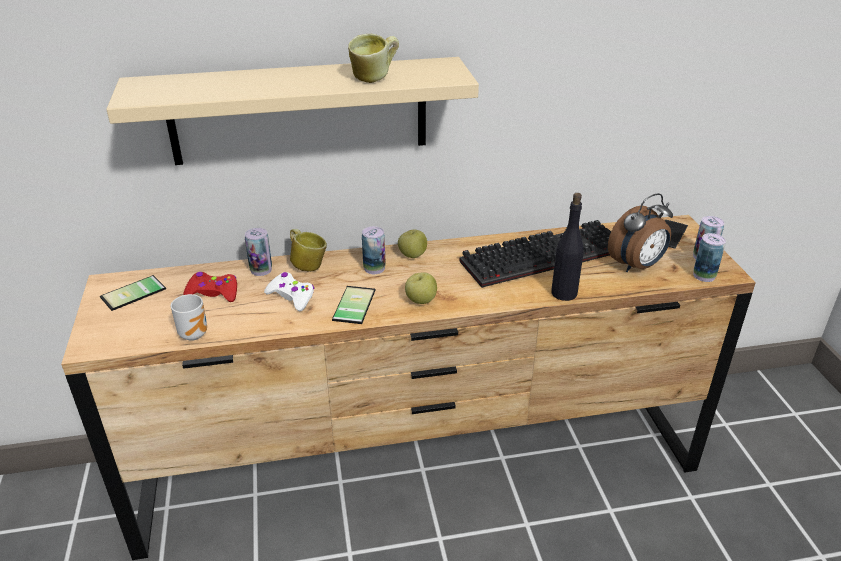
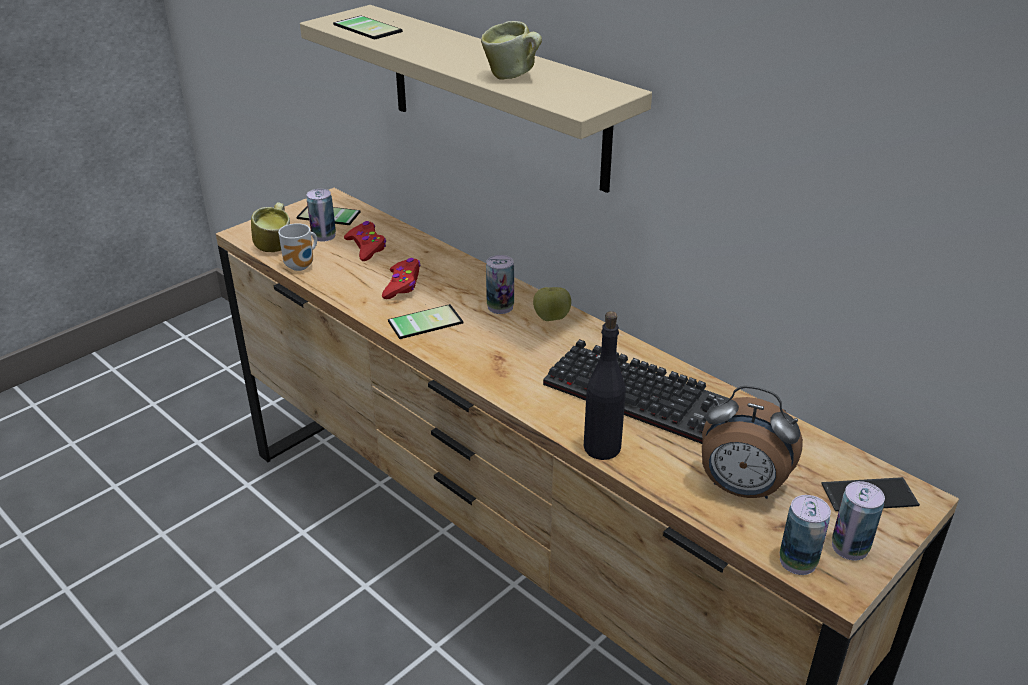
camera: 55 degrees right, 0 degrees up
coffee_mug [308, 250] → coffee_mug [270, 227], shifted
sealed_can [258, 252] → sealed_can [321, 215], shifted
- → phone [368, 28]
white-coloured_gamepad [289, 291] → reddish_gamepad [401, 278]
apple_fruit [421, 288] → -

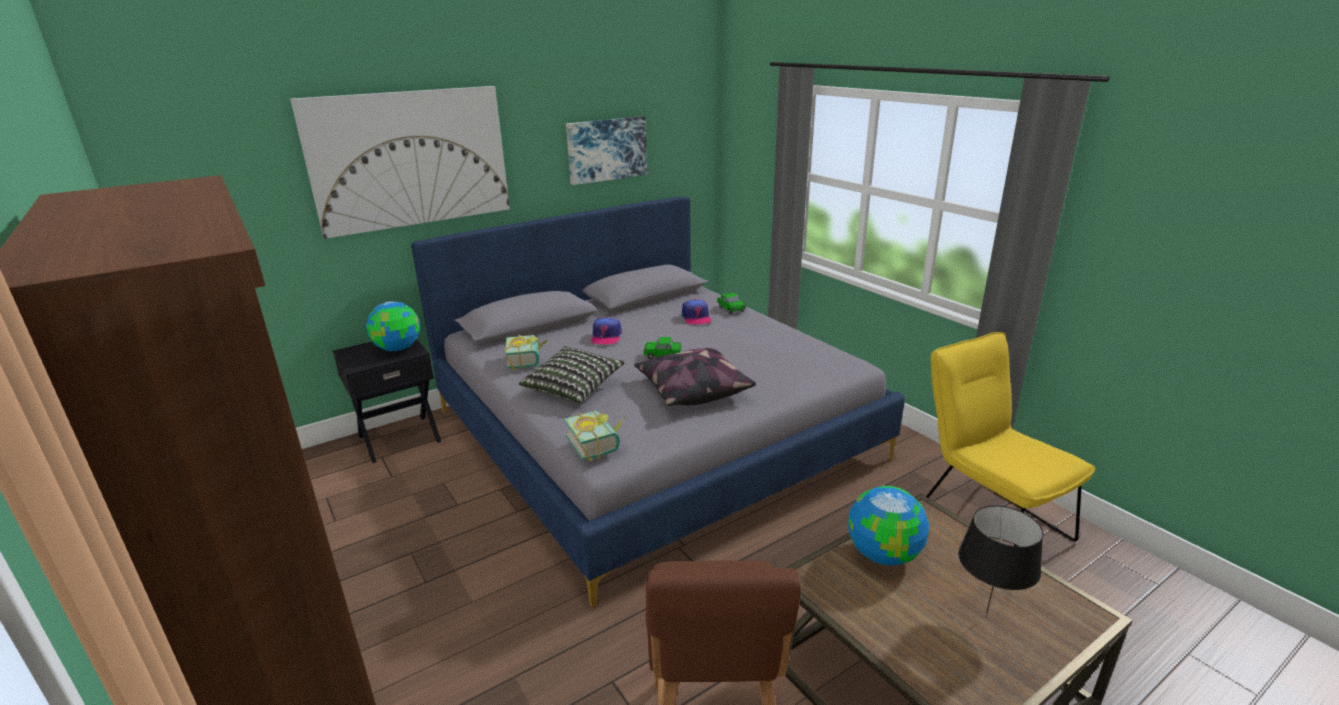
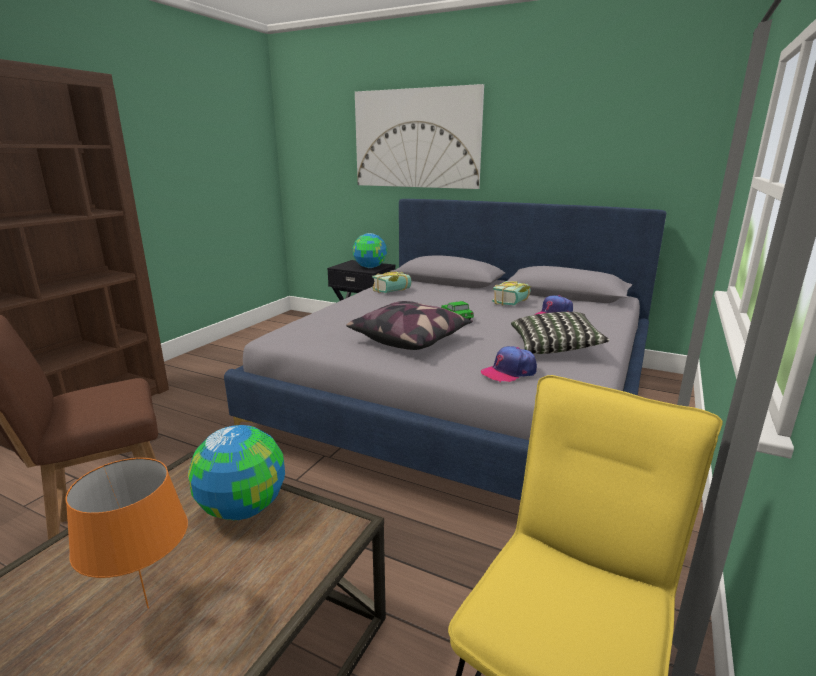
camera: 60 degrees right, 5 degrees down
blackish_table_lamp [1000, 559] → orange-coloured_table_lamp [126, 533]
baseball_cap [606, 330] → baseball_cap [509, 364], shifted
bound_book [595, 436] → bound_book [511, 293], shifted
throw_pillow [572, 375] → throw_pillow [560, 333], shifted
wall_picture [606, 150] → -
miniature_car [731, 303] → -

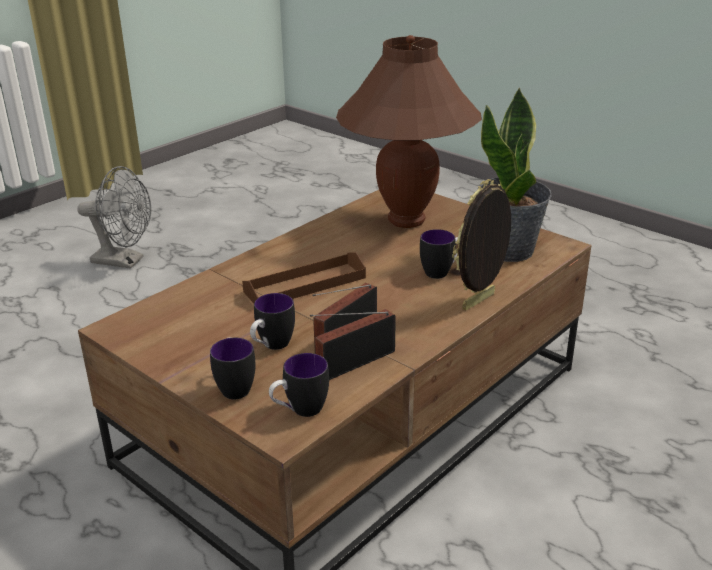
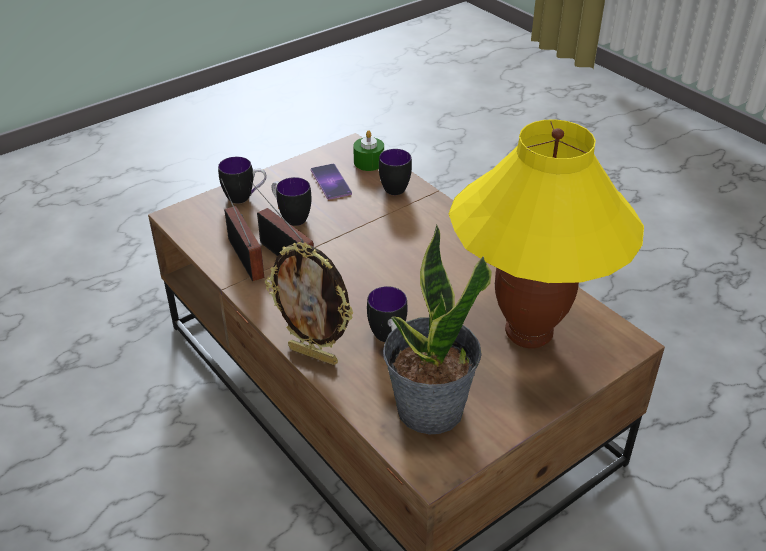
camera: 100 degrees right, 10 degrees up
picture_frame [481, 244] → picture_frame [309, 303], 150 degrees clockwise
- → phone [331, 182]
- → green-coloured_wax_candle [368, 150]
coffee_mug [299, 385] → coffee_mug [395, 172], shifted
brown_table_lamp [409, 131] → yellowish_table_lamp [546, 233]
gray_electric_fan [114, 217] → -
brown_tray [304, 277] → -

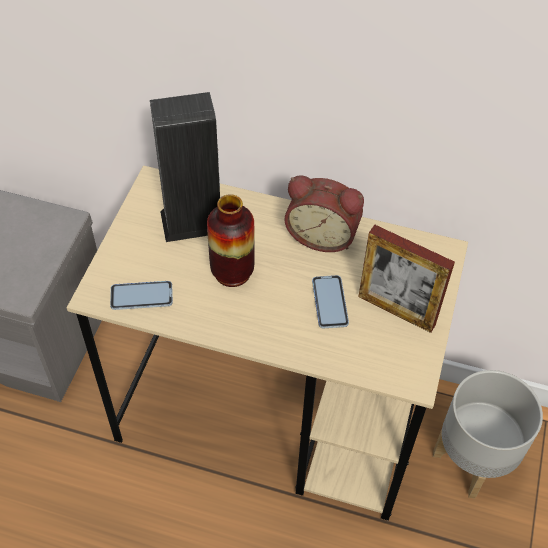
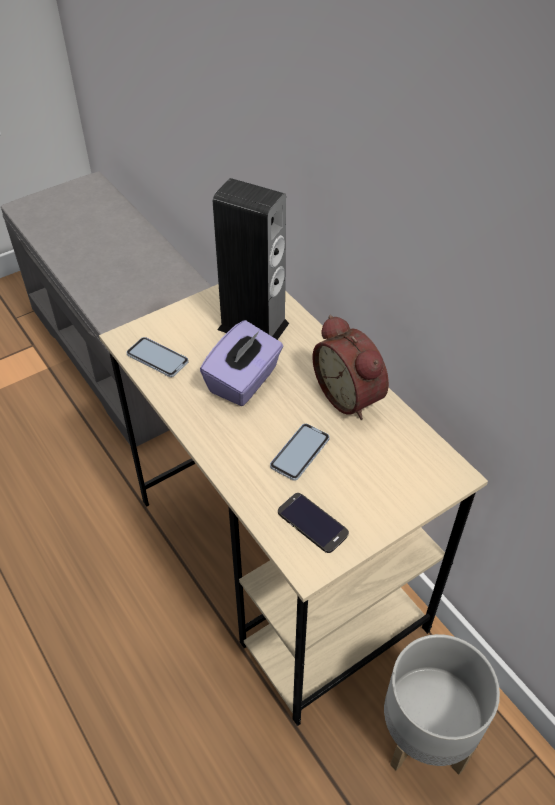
camera: 40 degrees right, 5 degrees down
decorative_vase [231, 240] → purple-coloured_box_of_tissues [241, 363]
- → phone [313, 523]
picture_frame [406, 279] → -

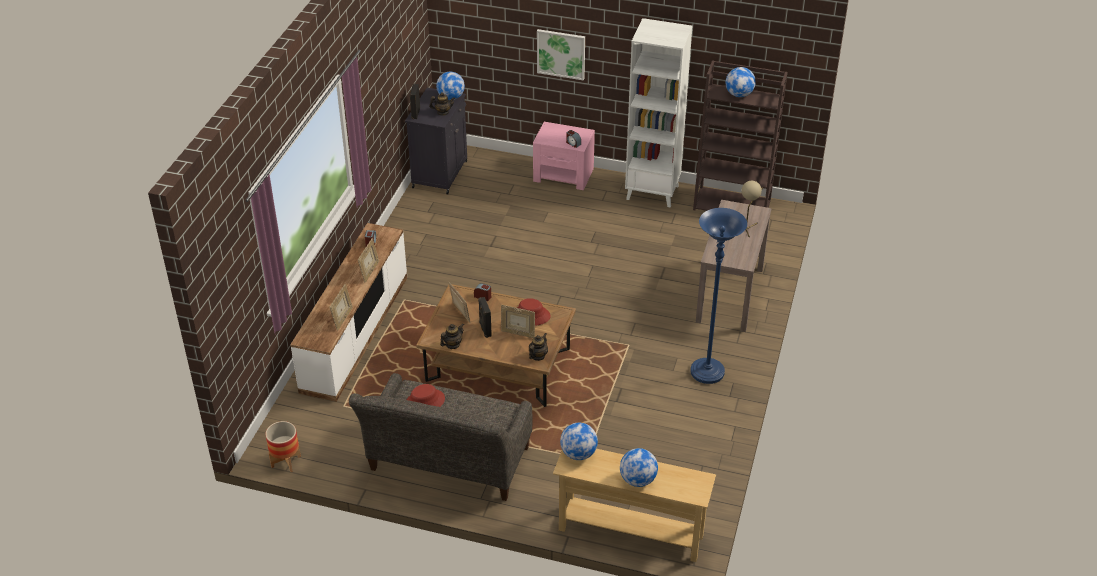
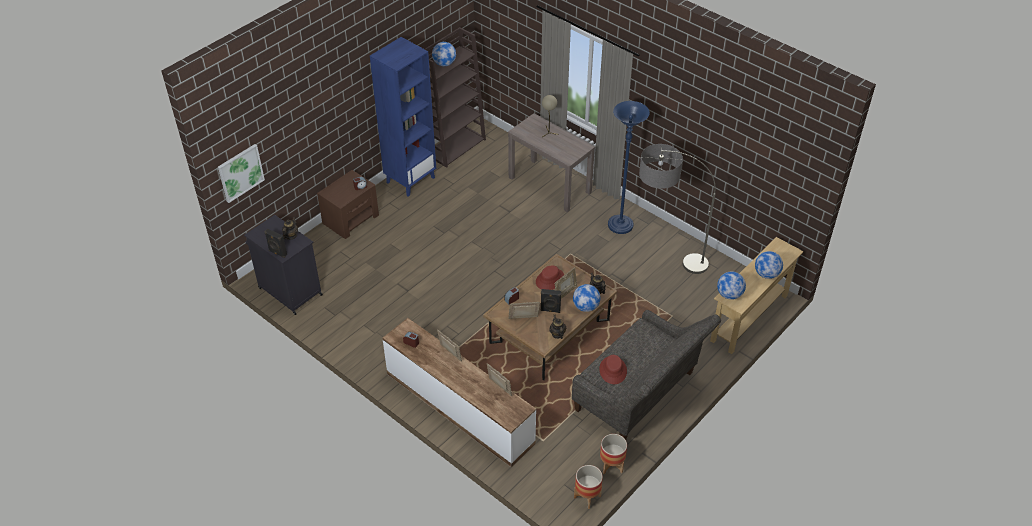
camera: 65 degrees left, 5 degrees up
wall_picture [561, 55] → wall_picture [241, 173], shifted
pink_nightstand [564, 156] → brown_nightstand [348, 204]
white-coloured_shelving_unit [658, 113] → blue_shelving_unit [403, 117]
globe [450, 86] → globe [586, 298], shifted
- → plant_pot [613, 454]
- → standing_lamp [677, 209]

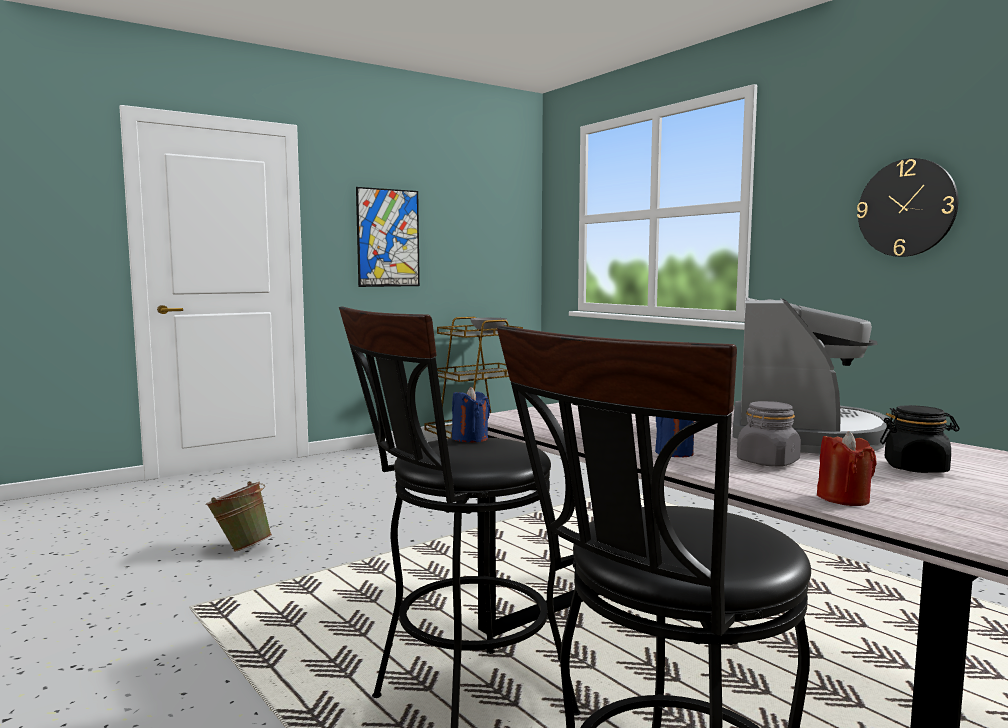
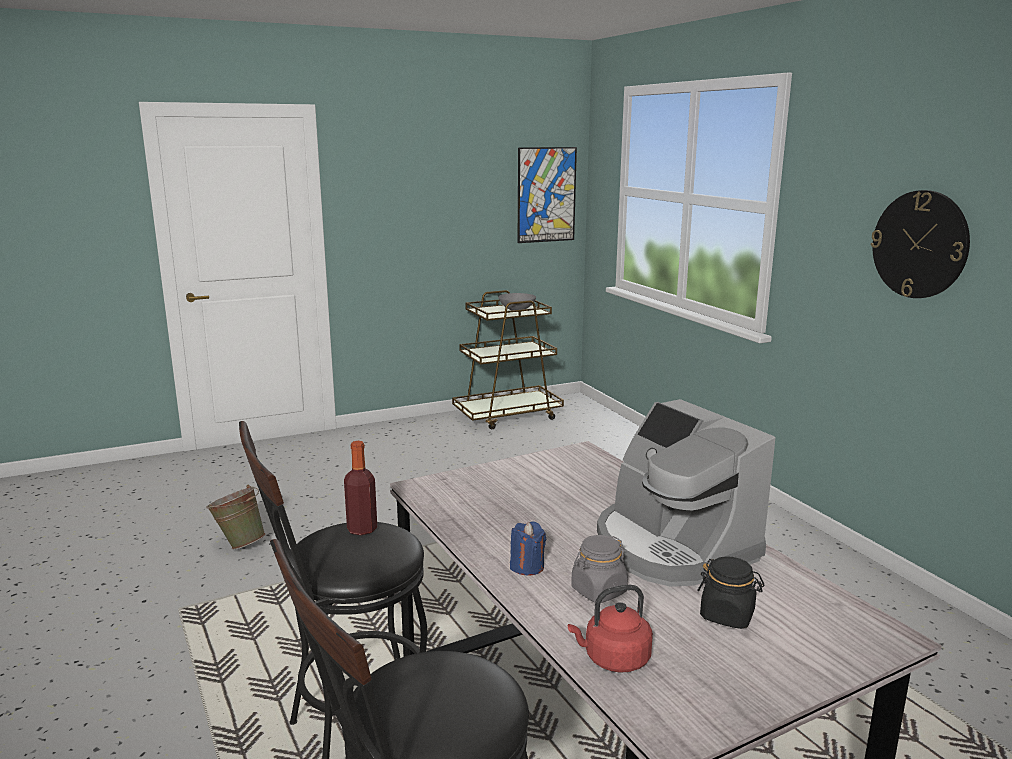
camera: 10 degrees right, 10 degrees up
blue_wax_candle [471, 414] → bottle [360, 488]
wall_picture [388, 237] → wall_picture [547, 195], shifted
reddish_wax_candle [847, 468] → reddish_water_kettle [610, 629]
coffee_maker [813, 376] → coffee_maker [686, 493], 120 degrees clockwise

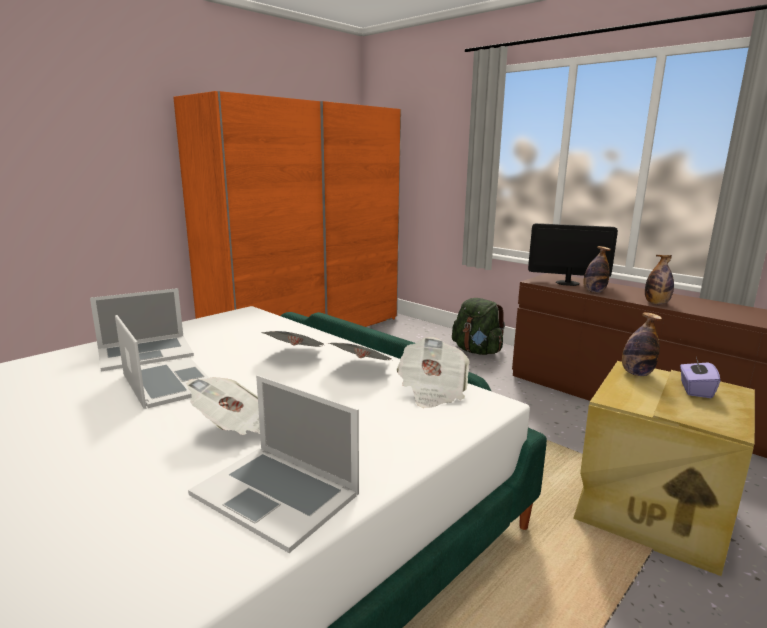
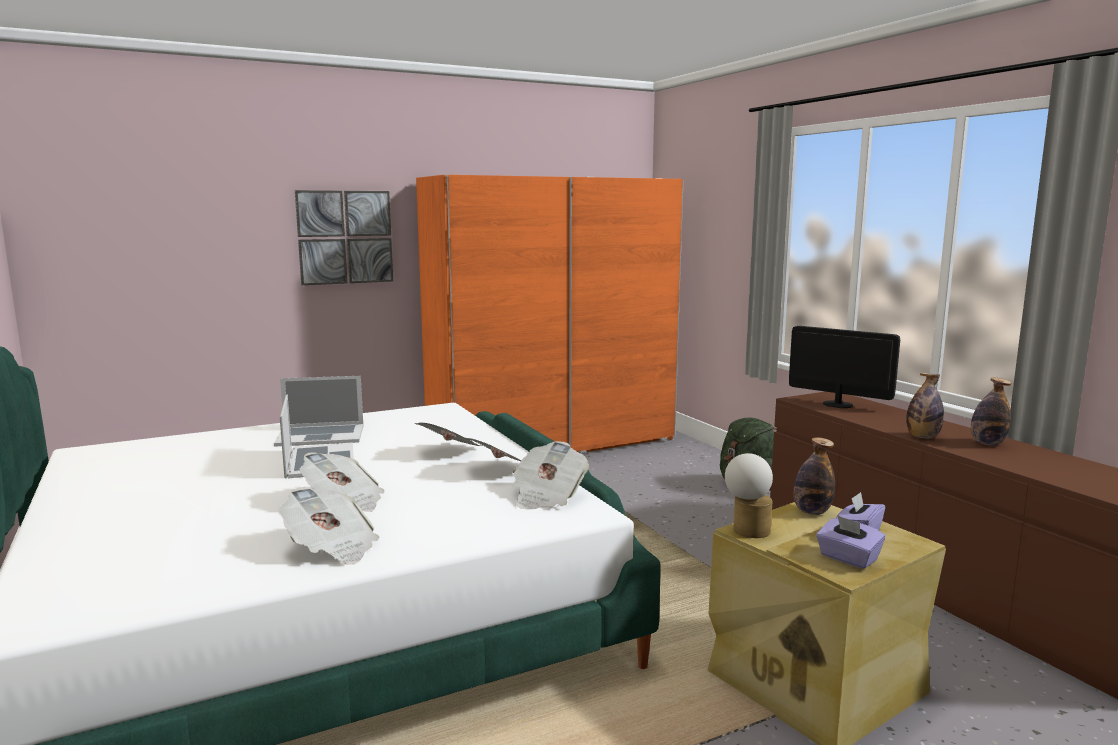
camera: 20 degrees right, 5 degrees down
notebook_computer [273, 464] → printed_paper [329, 526]
- → wall_picture [344, 237]
- → table_lamp [749, 495]
- → purple-coloured_box_of_tissues [850, 542]
bottle [597, 269] → bottle [991, 412], shifted

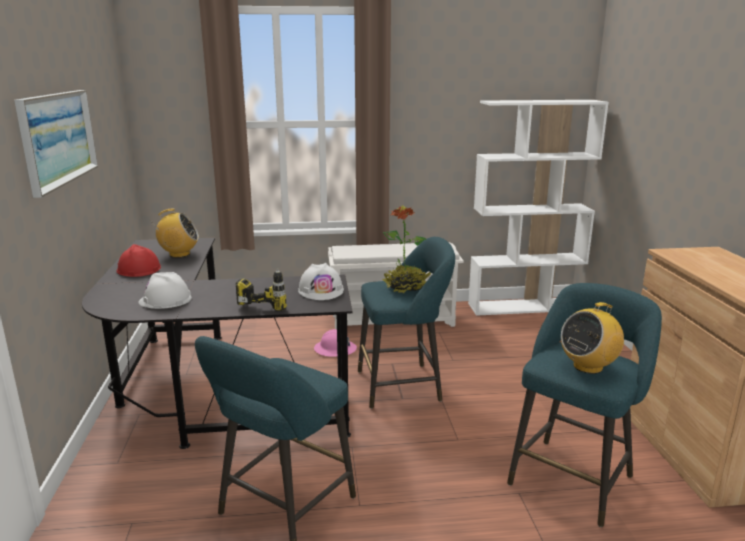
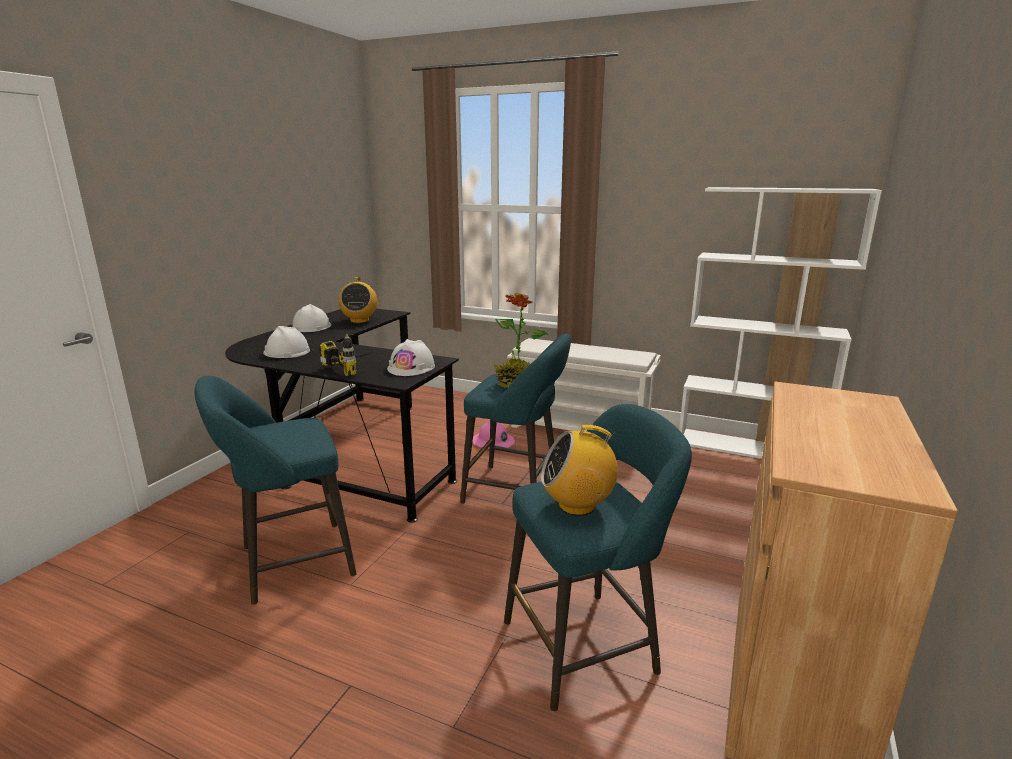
camera: 30 degrees right, 0 degrees up
reddish_hard_hat [139, 260] → white-coloured_hard_hat [311, 318]
radio_set [176, 233] → radio_set [357, 300], 60 degrees clockwise
wall_picture [56, 144] → -

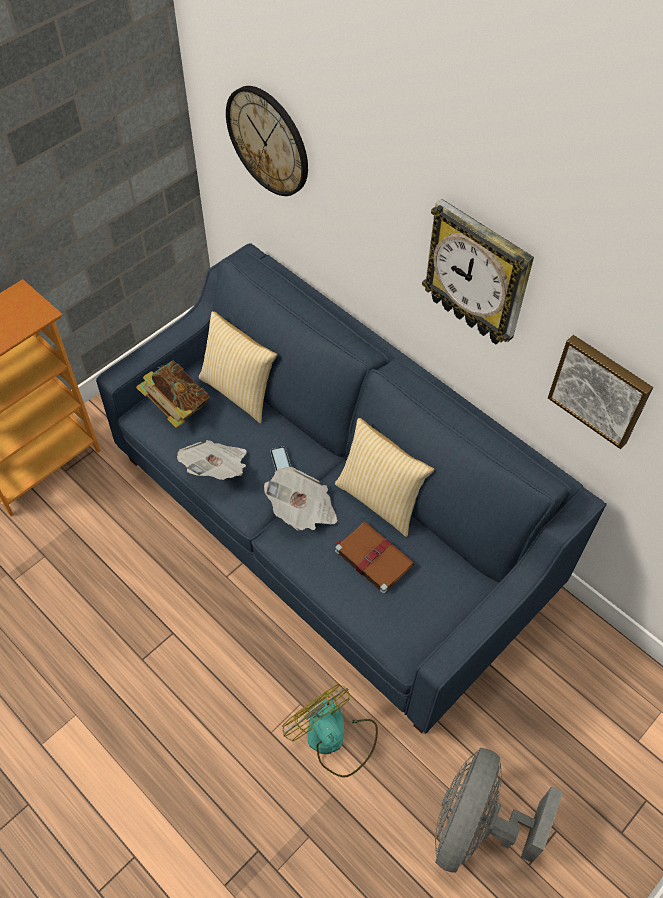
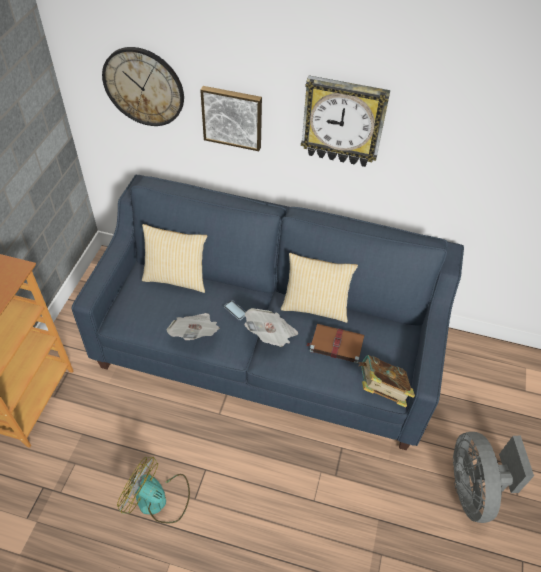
camera: 30 degrees left, 5 degrees down
electric_fan [330, 730] → electric_fan [153, 490], shifted
wall_picture [600, 392] → wall_picture [231, 118], shifted
bound_book [173, 394] → bound_book [386, 381], shifted

